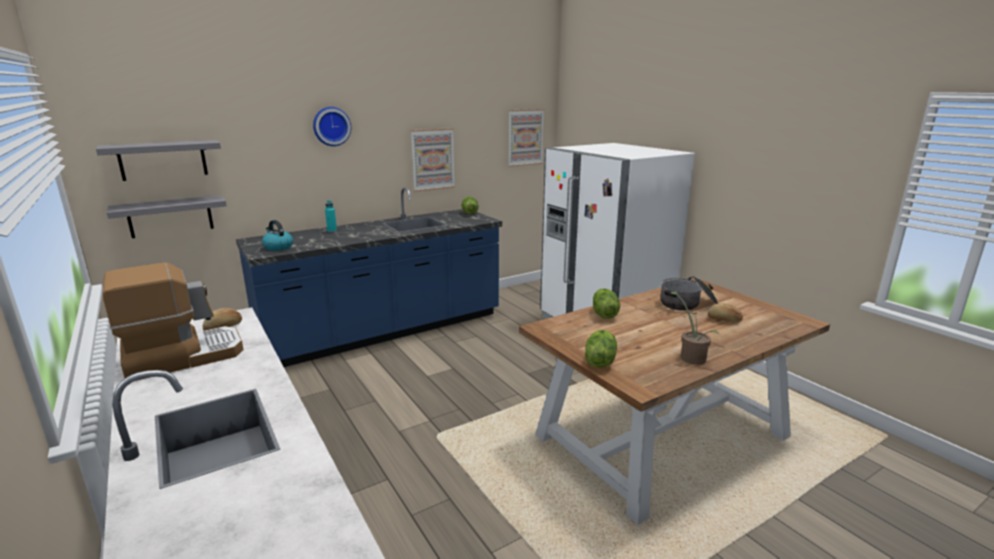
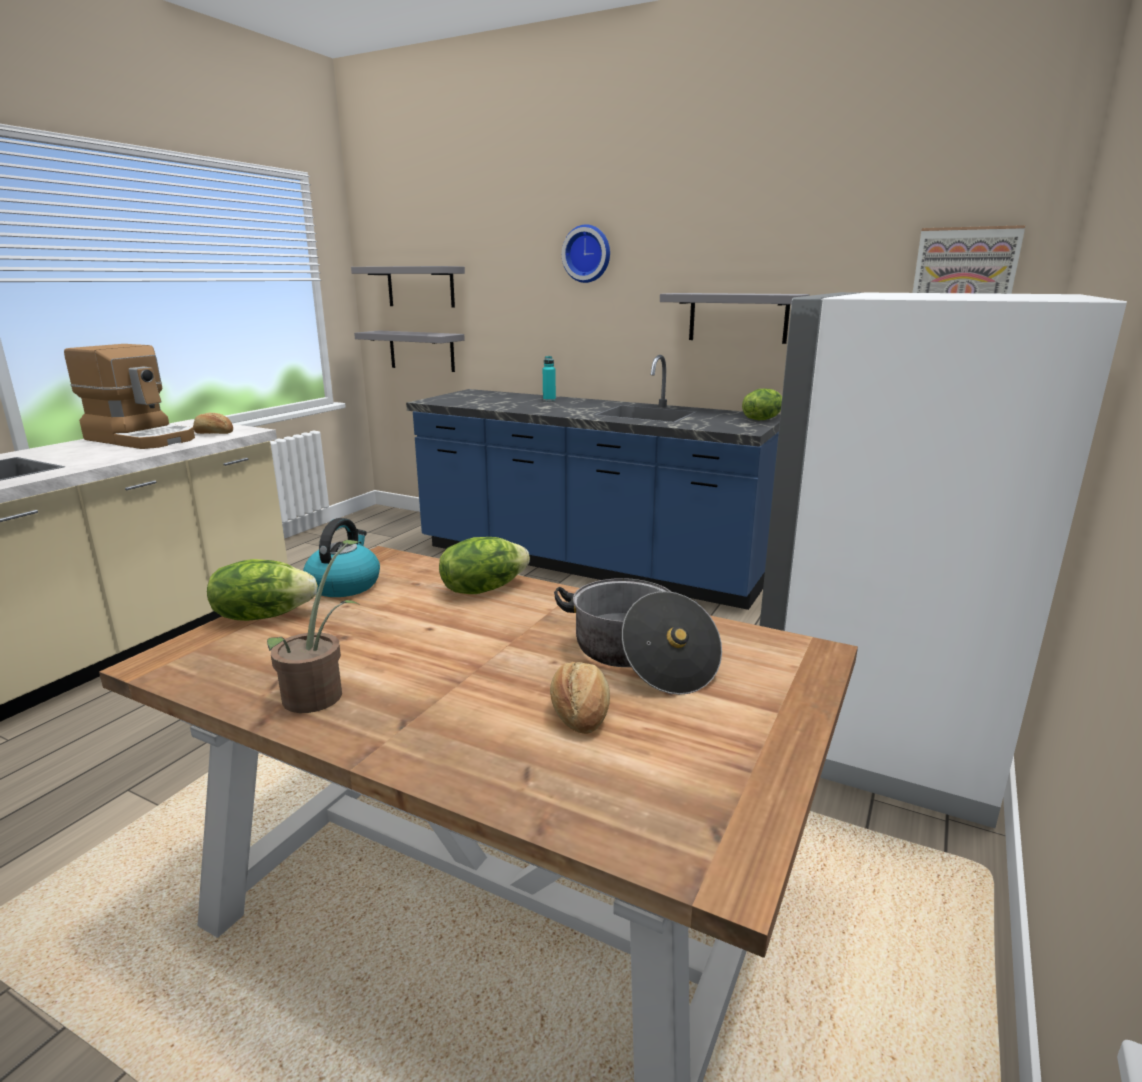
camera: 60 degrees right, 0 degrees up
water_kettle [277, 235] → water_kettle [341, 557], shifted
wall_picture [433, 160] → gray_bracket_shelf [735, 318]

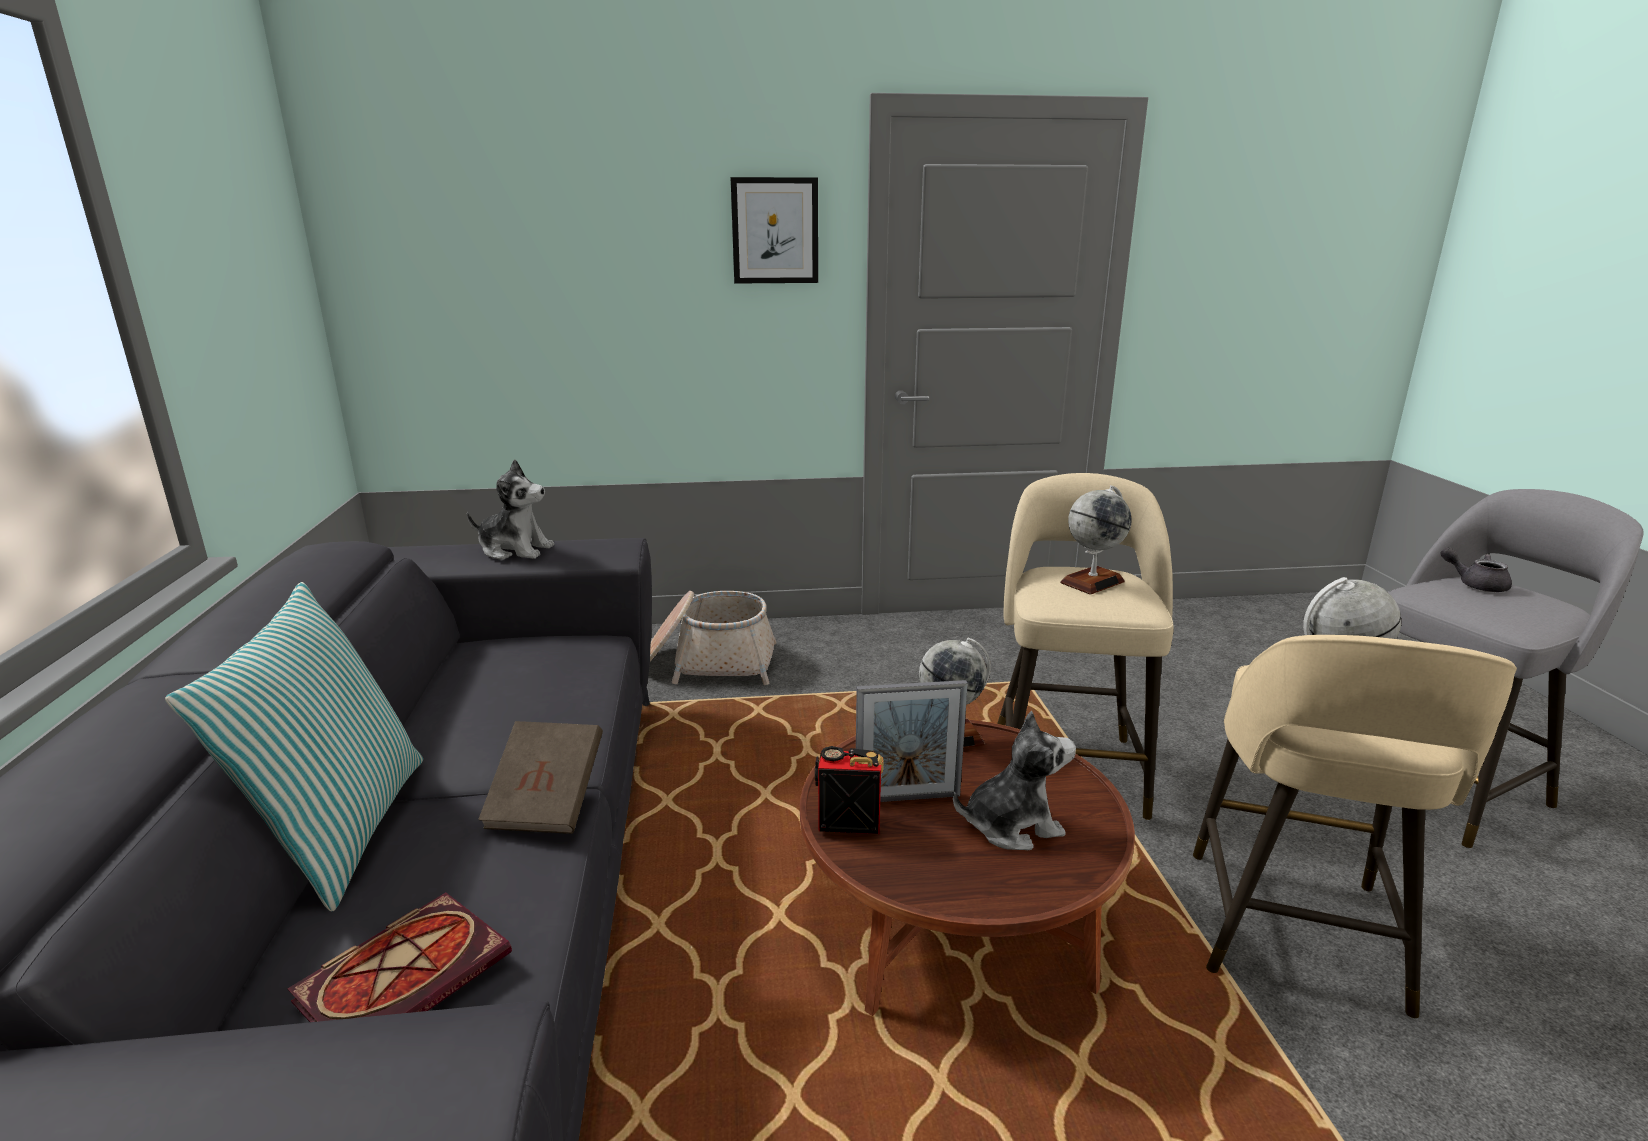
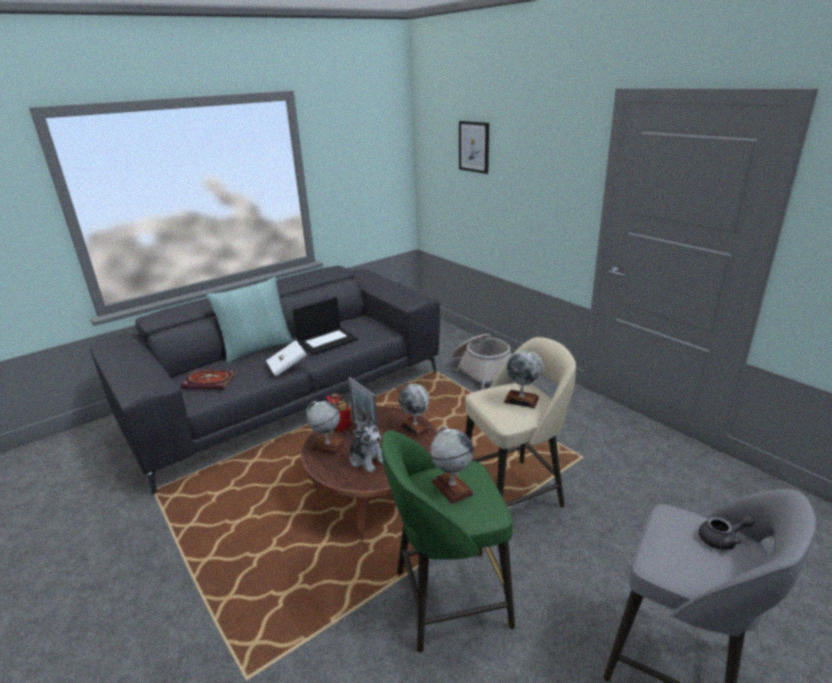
camera: 60 degrees right, 5 degrees up
brown_bound_book [540, 777] → white-coloured_bound_book [286, 358]
- → notebook_computer [325, 326]
- → globe [325, 427]
beige-coloured_sitting_stool [1355, 826] → green-coloured_sitting_stool [448, 541]
wall_picture [774, 230] → wall_picture [474, 147], shifted
gray_tea_pot [1476, 569] → gray_tea_pot [727, 532], 75 degrees clockwise
plush_toy [510, 510] → -

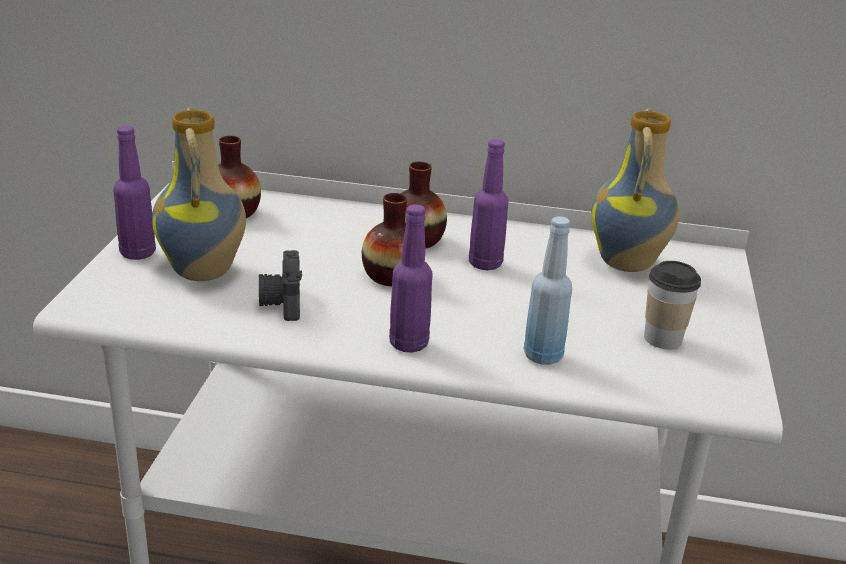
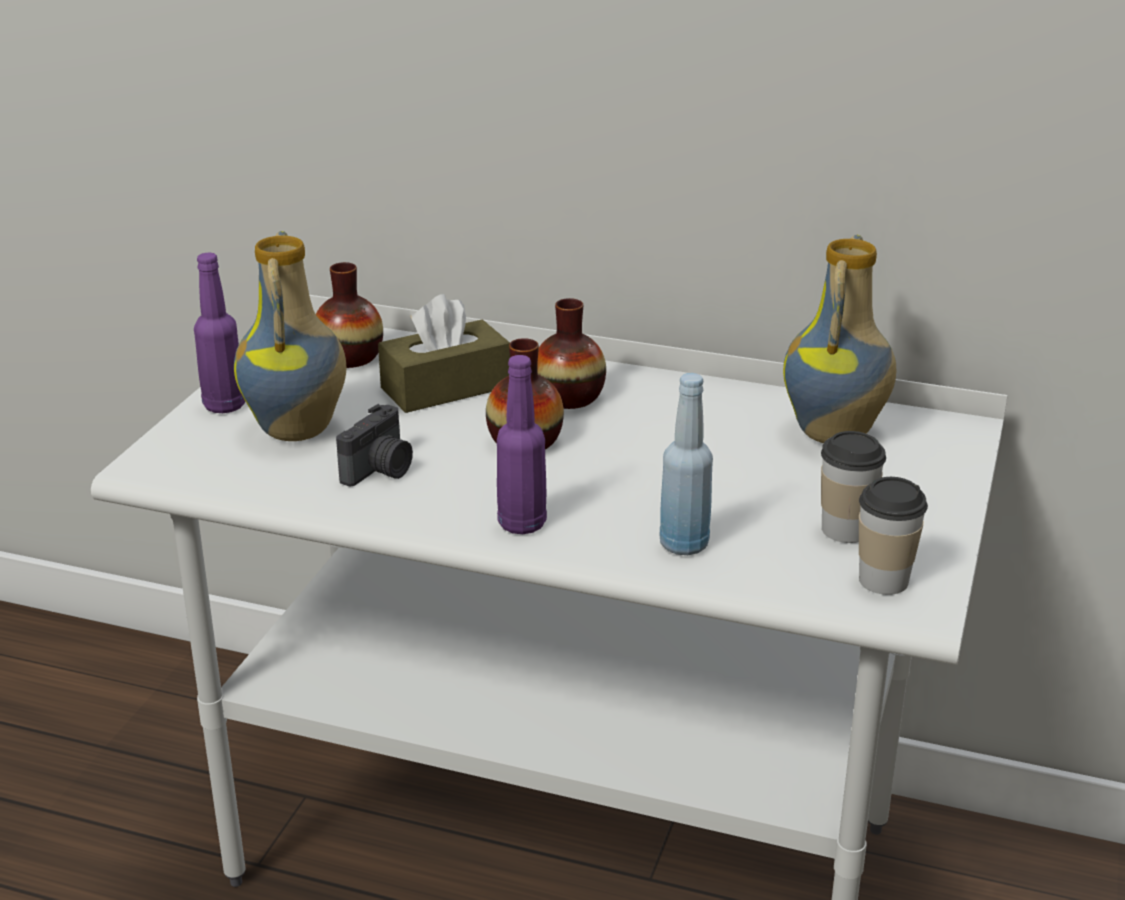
camera: 10 degrees right, 0 degrees up
still_camera [280, 285] → still_camera [374, 445], 150 degrees counterclockwise
- → brown_box_of_tissues [444, 353]
- → cup [893, 536]
purple-coloured_bottle [489, 204] → -

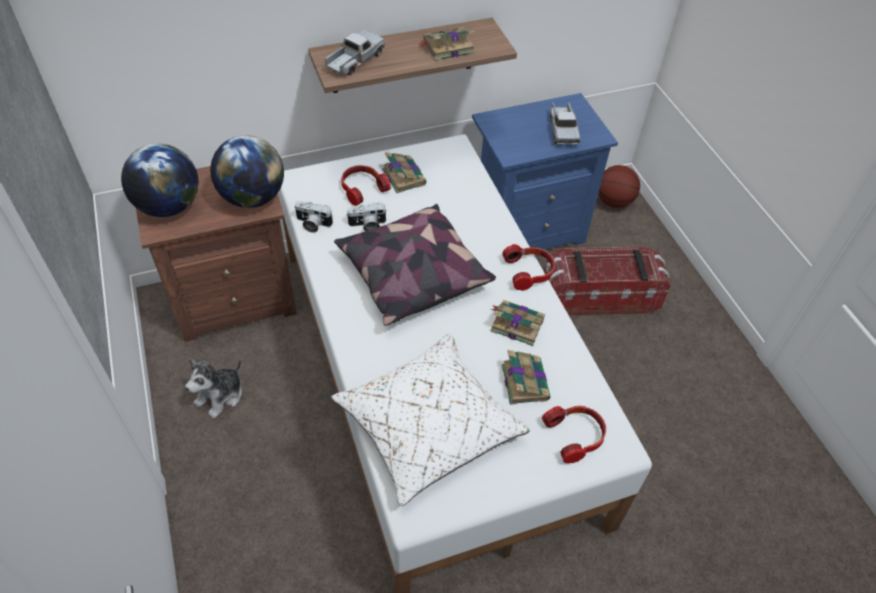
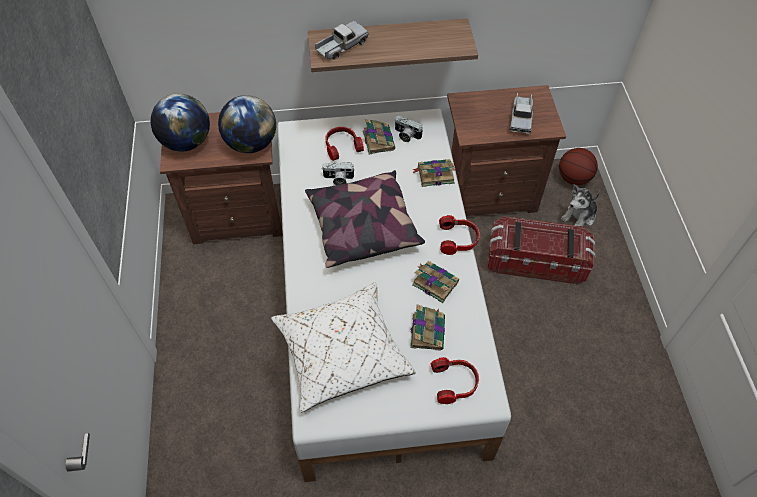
camera: 15 degrees right, 5 degrees up
still_camera [314, 217] → still_camera [409, 129], shifted
bound_book [446, 44] → bound_book [434, 173], shifted
blue_nightstand [545, 171] → brown_nightstand [506, 150]
plush_toy [213, 388] → plush_toy [580, 205], shifted

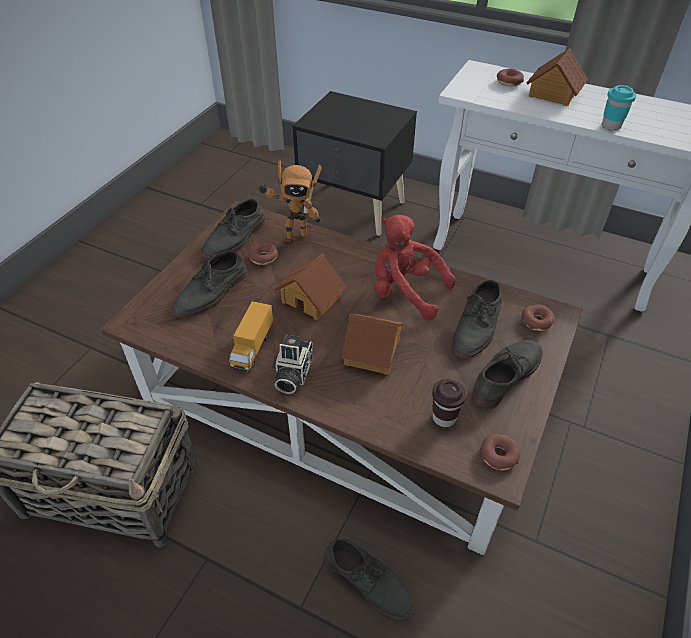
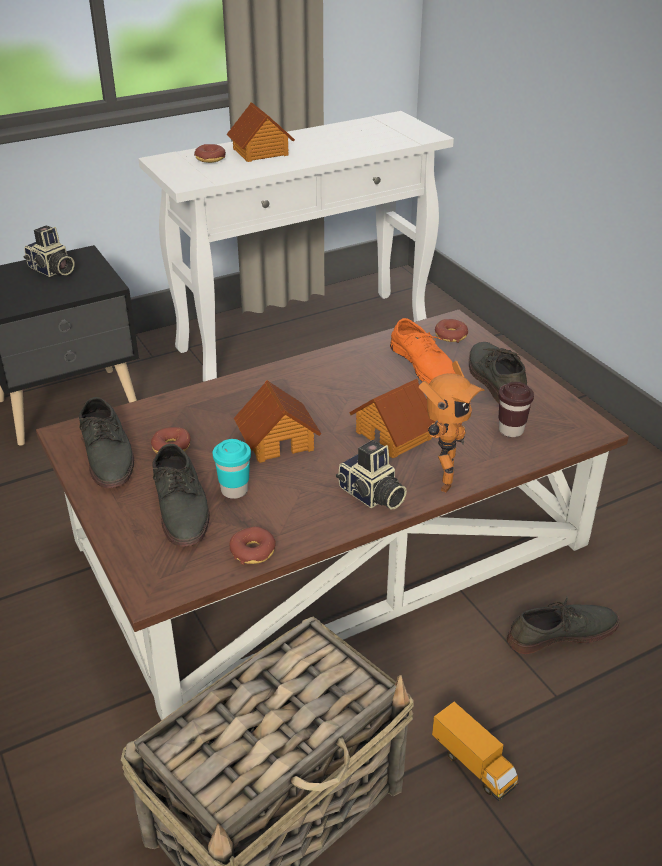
camera: 55 degrees left, 10 degrees down
- → still_camera [49, 251]
blue-green_cup [619, 108] → blue-green_cup [232, 469], shifted
donut [500, 452] → donut [252, 545], shifted
gray_low_shoe [477, 319] → orange-coloured_low_shoe [423, 351]
model_robot [289, 201] → model_robot [452, 426], shifted
toy_lorry [251, 337] → toy_lorry [475, 751], shifted
reddish_plush_toy [415, 267] → -

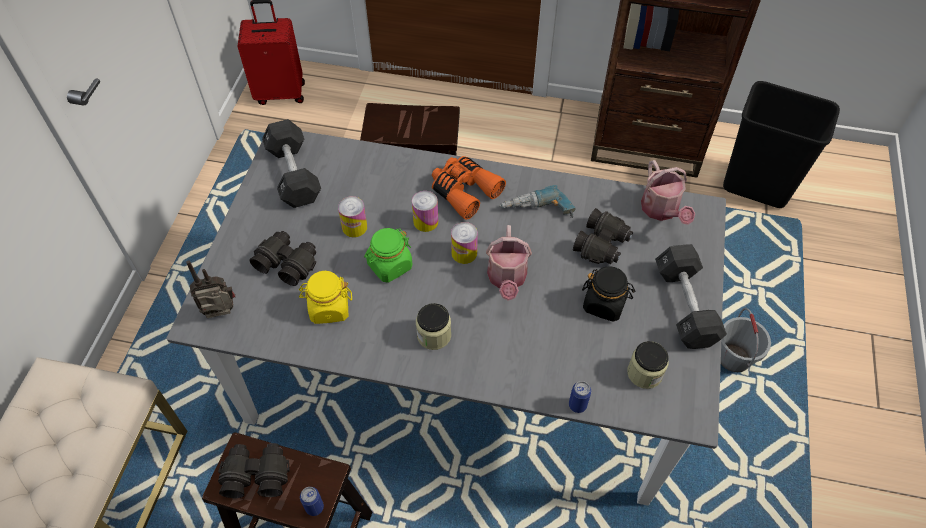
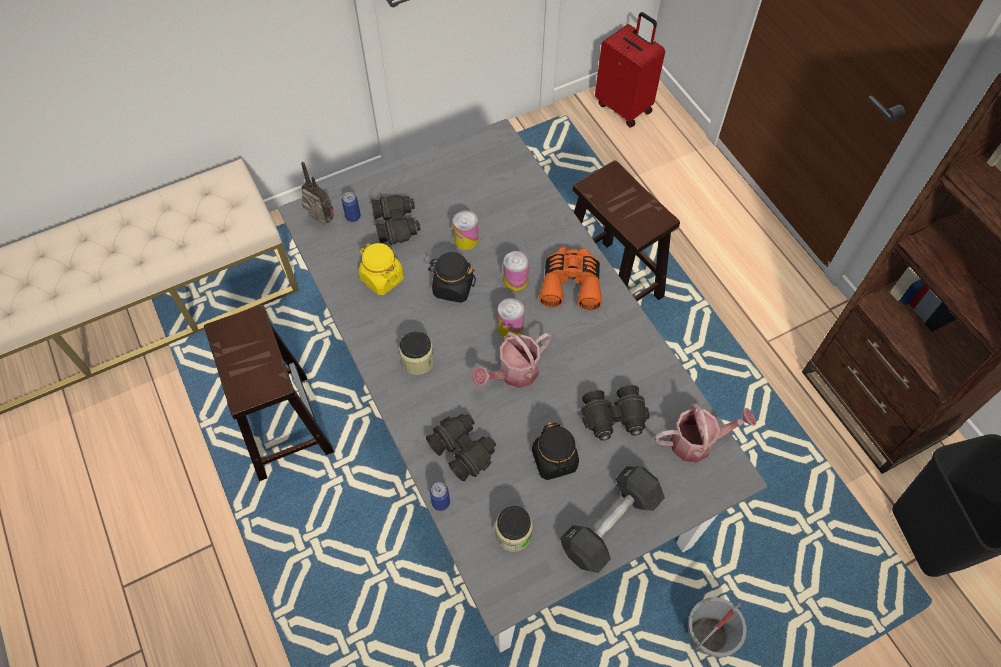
camera: 50 degrees right, 5 degrees up
sealed_can [312, 501] → sealed_can [351, 207], shifted
blackish_binoculars [254, 470] → blackish_binoculars [461, 447], shifted
green-coloured_storage_jar [388, 255] → blackish_storage_jar [452, 277]
sprinkling_can [668, 192] → sprinkling_can [705, 433], 135 degrees counterclockwise
blackish_free_weight [291, 163] → -
power_drill [537, 201] → -

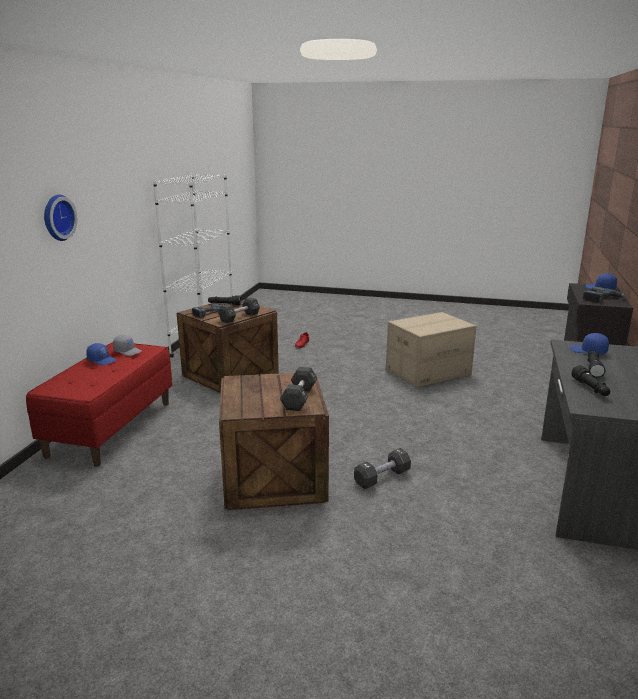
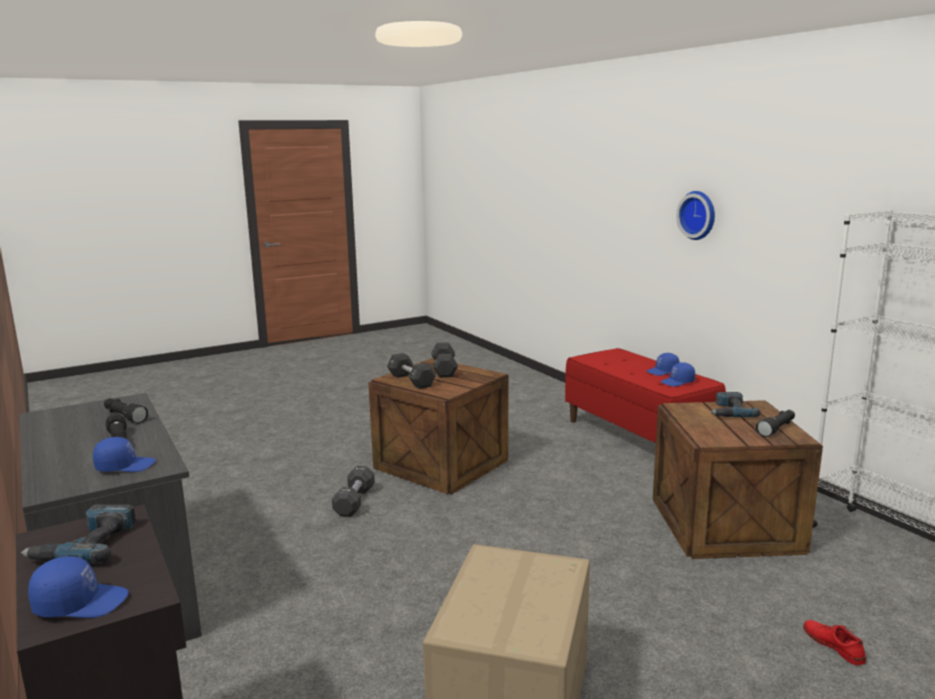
camera: 135 degrees right, 5 degrees down
blackish_free_weight [239, 310] → blackish_free_weight [444, 360], shifted
gray_baseball_cap [127, 345] → blue_baseball_cap [677, 374]

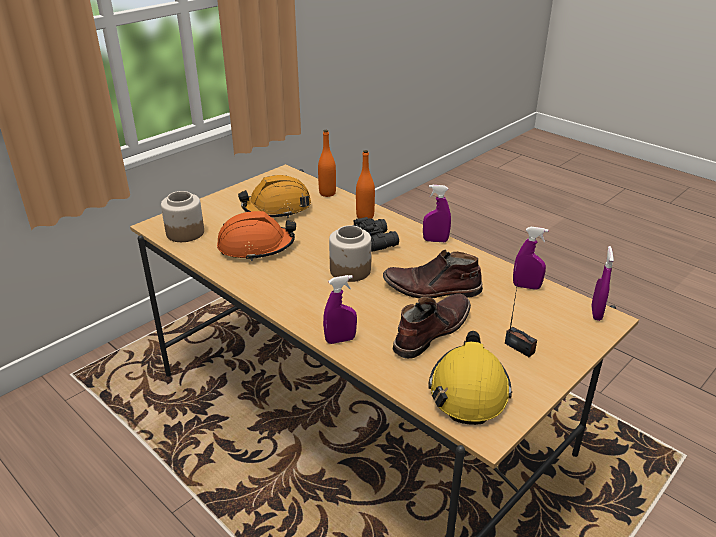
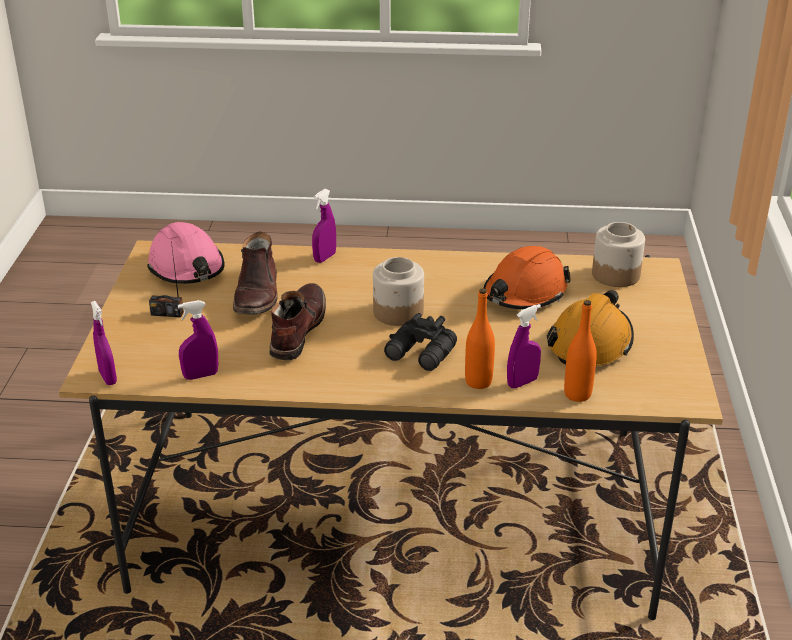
camera: 140 degrees right, 0 degrees up
yellowish_hard_hat [470, 378] → pink_hard_hat [186, 253]
brown_boot [433, 274] → brown_boot [298, 322], 45 degrees counterclockwise
purple-coloured_sprayer [437, 213] → purple-coloured_sprayer [524, 346], shifted

